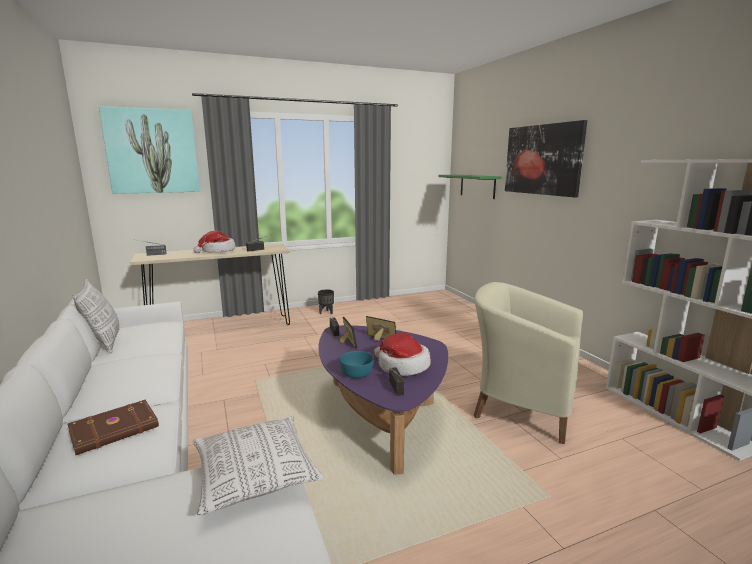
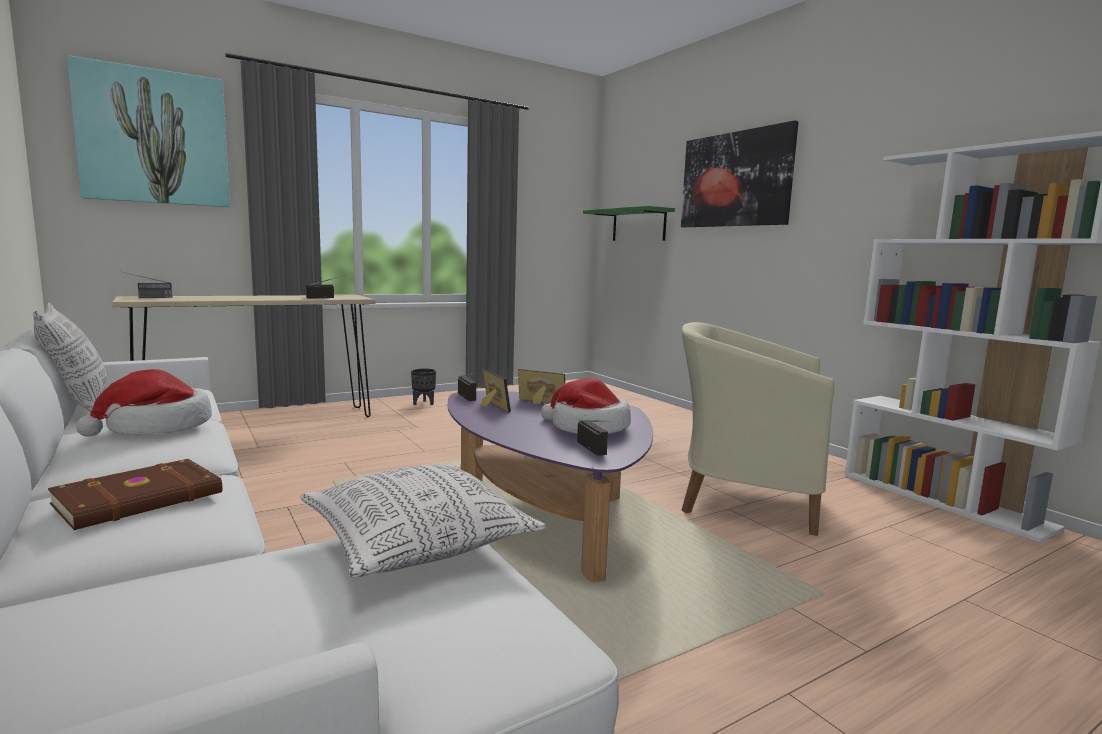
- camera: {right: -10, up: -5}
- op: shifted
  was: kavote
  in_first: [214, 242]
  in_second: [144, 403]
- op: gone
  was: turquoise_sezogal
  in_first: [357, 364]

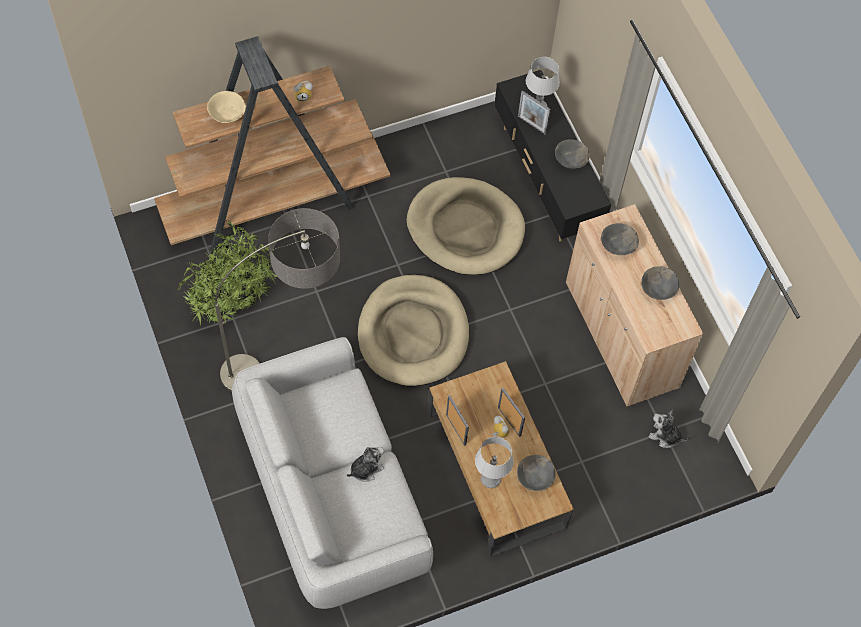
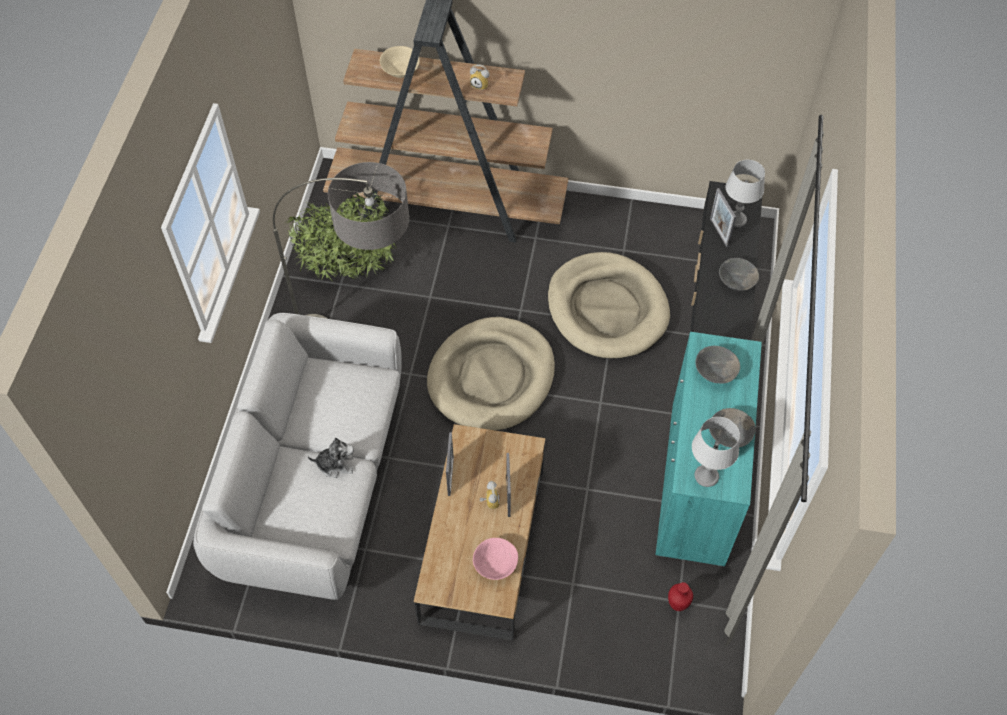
- camera: {right: 35, up: -5}
- op: repainted
  was: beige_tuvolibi
  now: turquoise_tuvolibi
  in_first: [634, 305]
  in_second: [708, 449]
- op: swapped
  was: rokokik
  now: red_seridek
  in_first: [668, 428]
  in_second: [680, 596]
- op: shifted
  was: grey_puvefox
  in_first: [494, 462]
  in_second: [716, 452]
- op: repainted
  was: grey_sezogal
  now: pink_sezogal
  in_first: [536, 473]
  in_second: [495, 559]

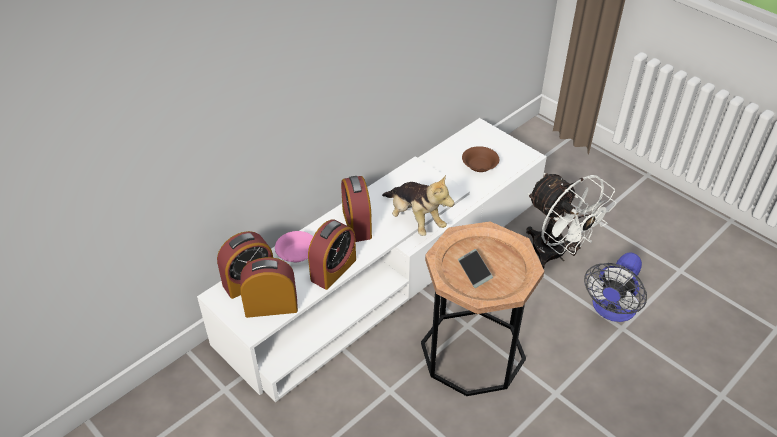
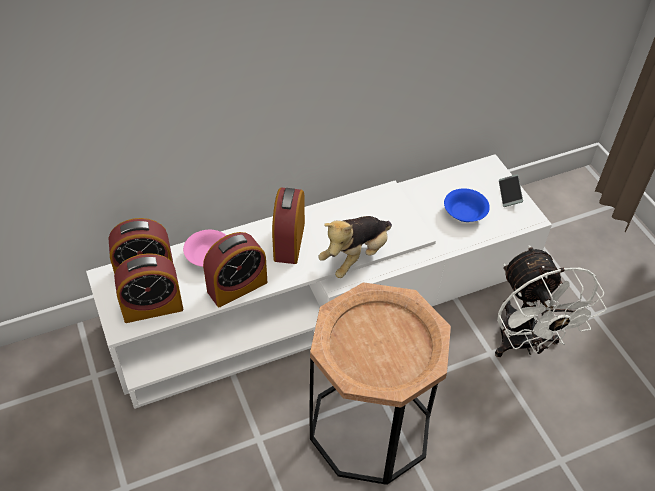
- camera: {right: 20, up: 5}
- op: repainted
  was: brown_sezogal
  now: blue_sezogal
  in_first: [480, 159]
  in_second: [467, 205]
- op: rotated
  was: rokokik
  in_first: [418, 205]
  in_second: [355, 247]
  clockwise: 60
- op: shifted
  was: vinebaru
  in_first: [475, 268]
  in_second: [511, 190]
- op: gone
  was: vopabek
  in_first: [615, 287]
- op: rotated
  was: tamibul
  in_first: [269, 287]
  in_second: [148, 288]
  clockwise: 150

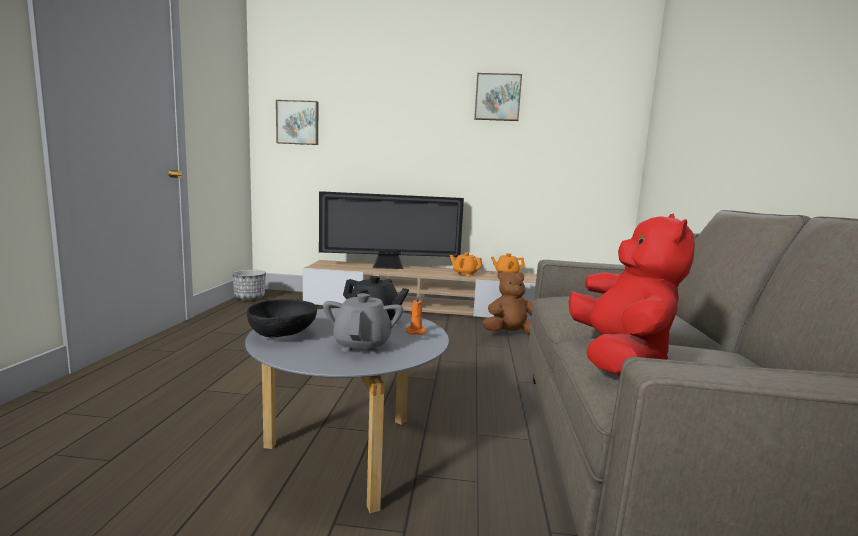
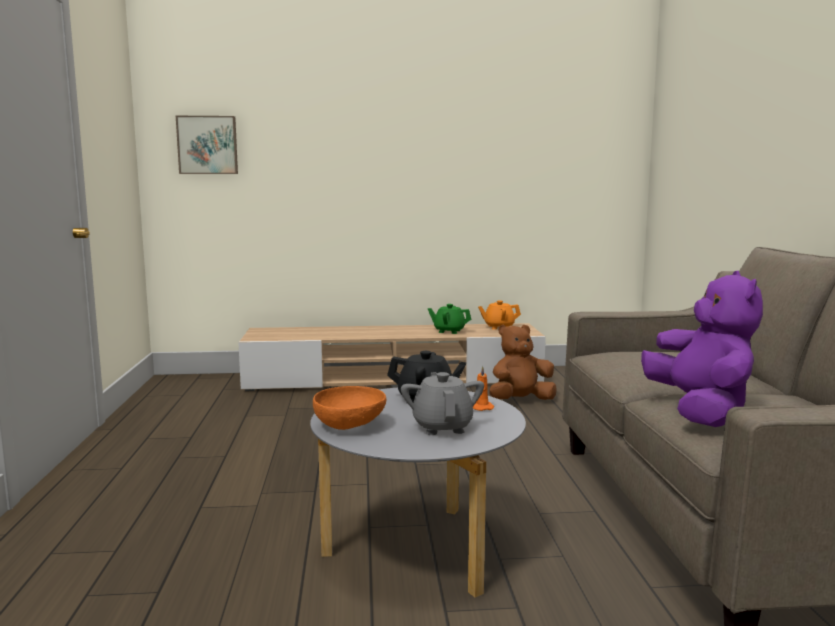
- camera: {right: -10, up: 0}
- op: gone
  was: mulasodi
  in_first: [498, 97]
- op: gone
  was: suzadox
  in_first: [391, 230]
- op: repainted
  was: red_rokokik
  now: purple_rokokik
  in_first: [632, 295]
  in_second: [702, 349]
- op: repainted
  was: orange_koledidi
  now: green_koledidi
  in_first: [466, 264]
  in_second: [449, 319]
- op: gone
  was: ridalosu
  in_first: [249, 285]
- op: repainted
  was: black_sezogal
  now: orange_sezogal
  in_first: [282, 318]
  in_second: [349, 408]

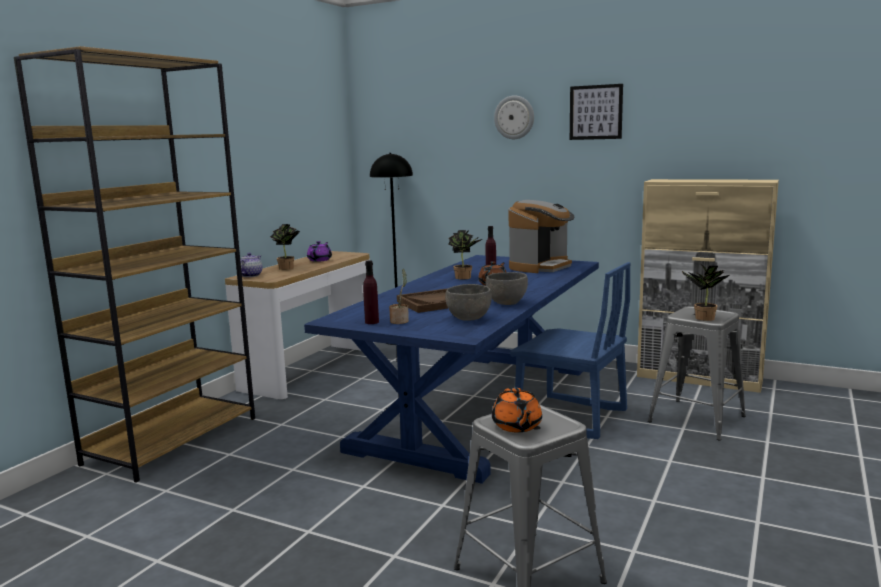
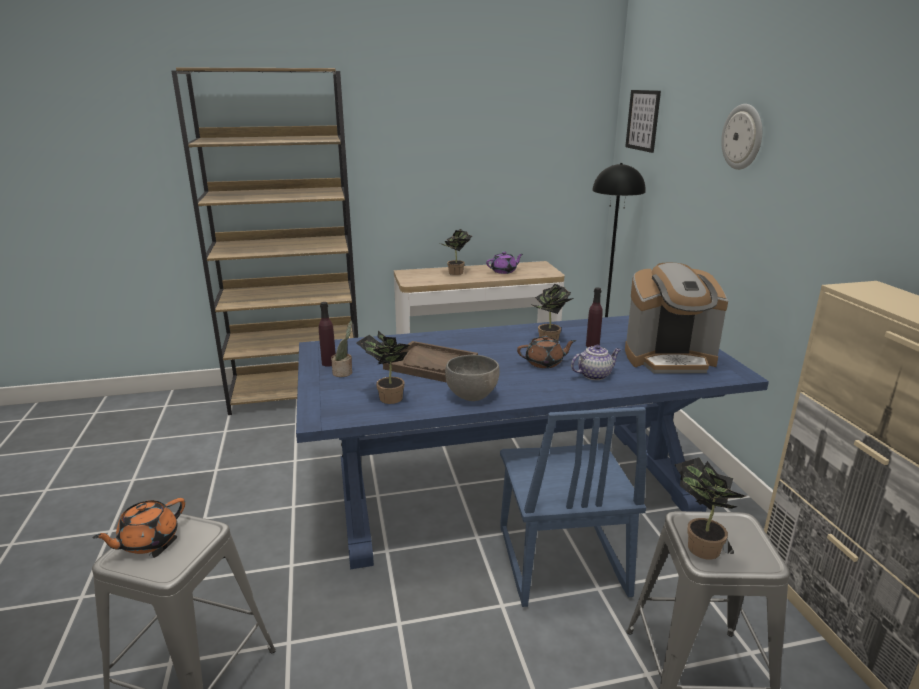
- camera: {right: 50, up: 10}
- op: shifted
  was: mulasodi
  in_first: [596, 112]
  in_second: [643, 121]
- op: shifted
  was: koledidi
  in_first: [251, 265]
  in_second: [596, 362]
- op: swapped
  was: grey_sezogal
  now: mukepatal
  in_first: [468, 302]
  in_second: [383, 367]

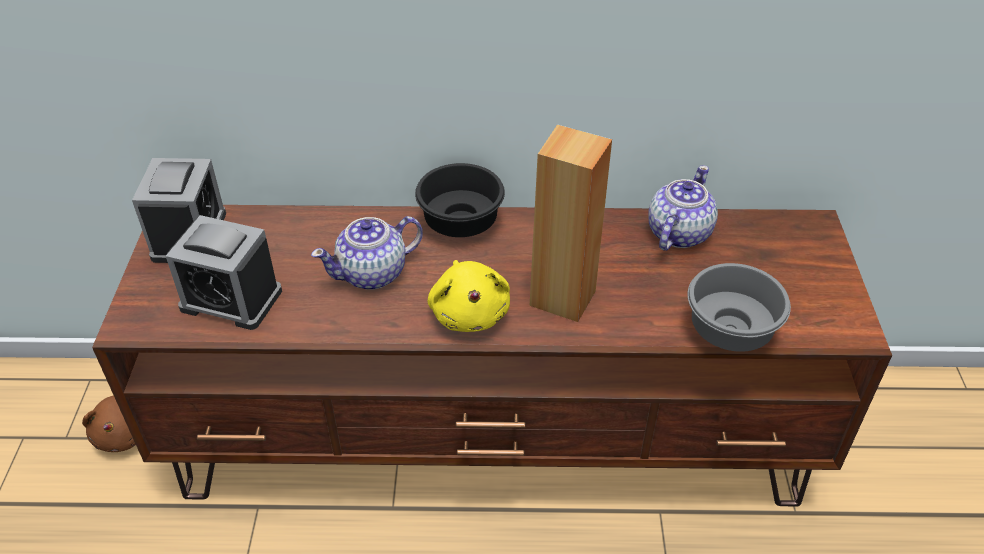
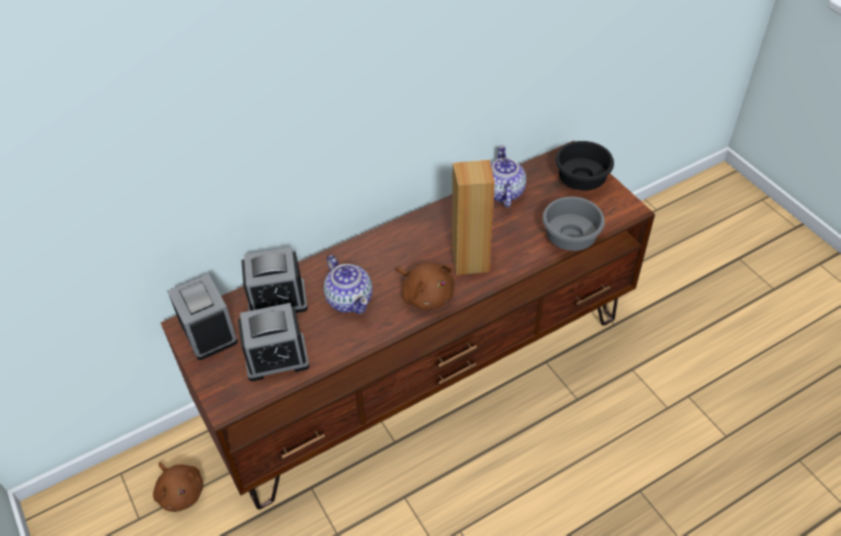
- camera: {right: -30, up: 5}
- op: shifted
  was: black_sezogal
  in_first: [460, 200]
  in_second: [585, 166]
- op: rotated
  was: koledidi
  in_first: [367, 253]
  in_second: [348, 284]
  clockwise: -60
- op: repainted
  was: yellow_rokokik
  now: brown_rokokik
  in_first: [469, 296]
  in_second: [425, 287]
- op: new
  now: tamibul
  in_second: [274, 280]

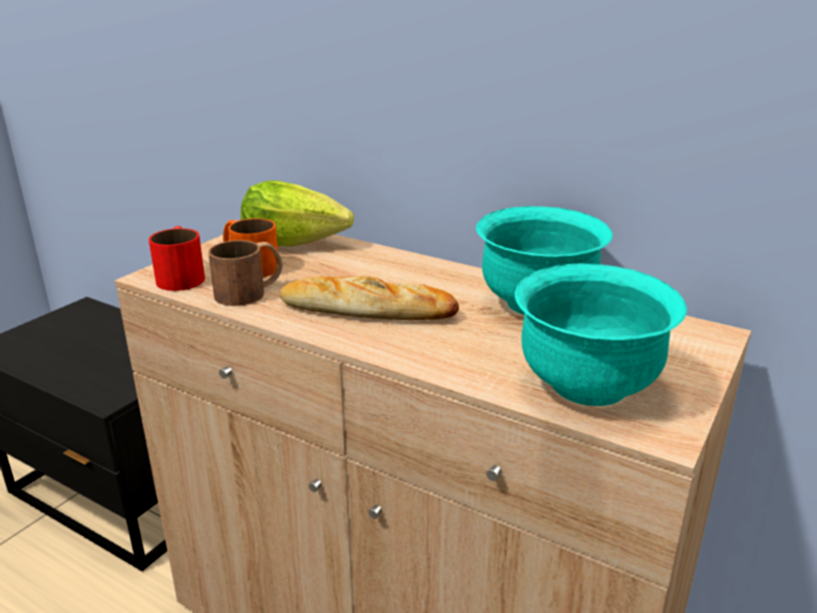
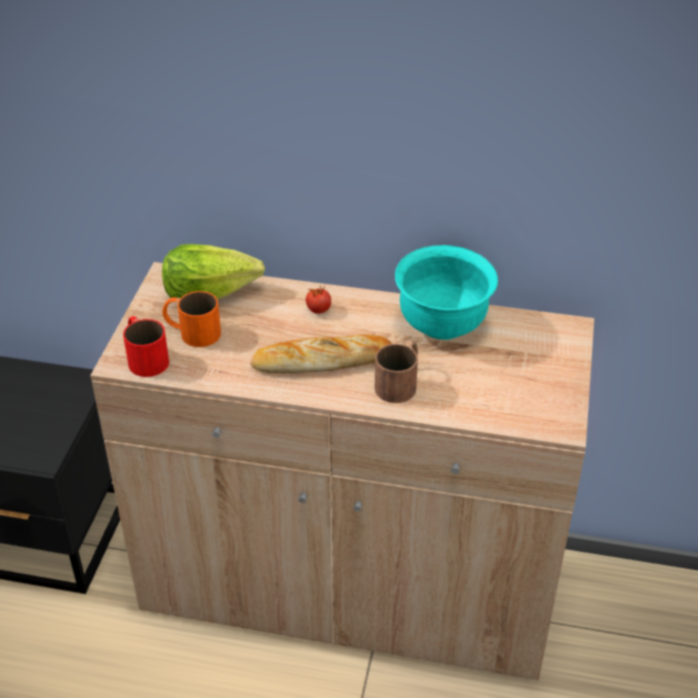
- camera: {right: -20, up: 15}
- op: shifted
  was: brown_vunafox
  in_first: [245, 273]
  in_second: [396, 372]
- op: gone
  was: turquoise_sezogal
  in_first: [601, 335]
- op: new
  now: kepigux
  in_second: [318, 299]

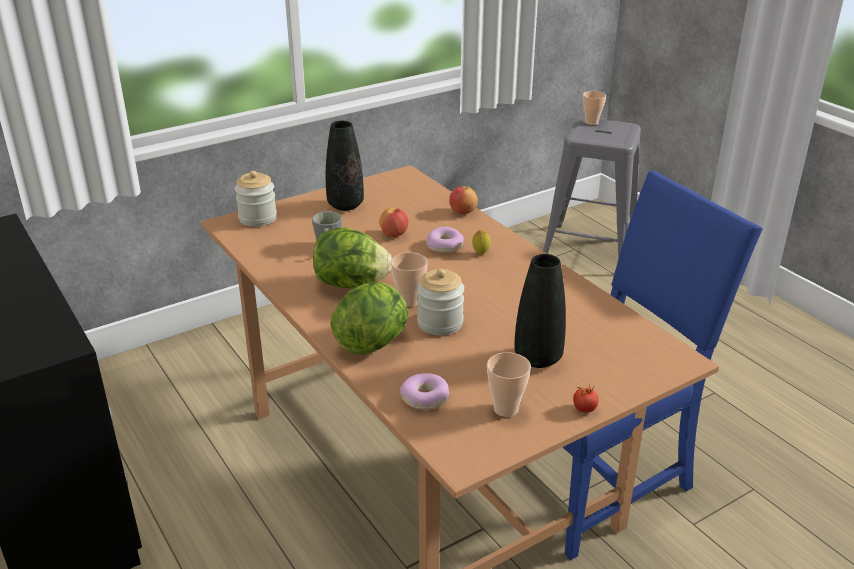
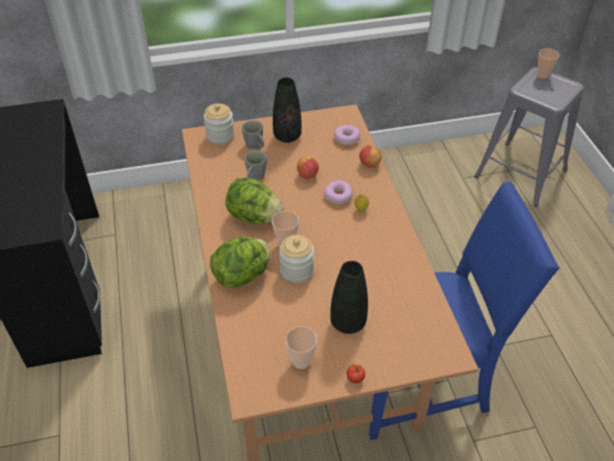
- camera: {right: 20, up: 15}
- op: shifted
  was: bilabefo
  in_first: [424, 391]
  in_second: [347, 135]
- op: new
  now: grey_vunafox
  in_second: [253, 134]

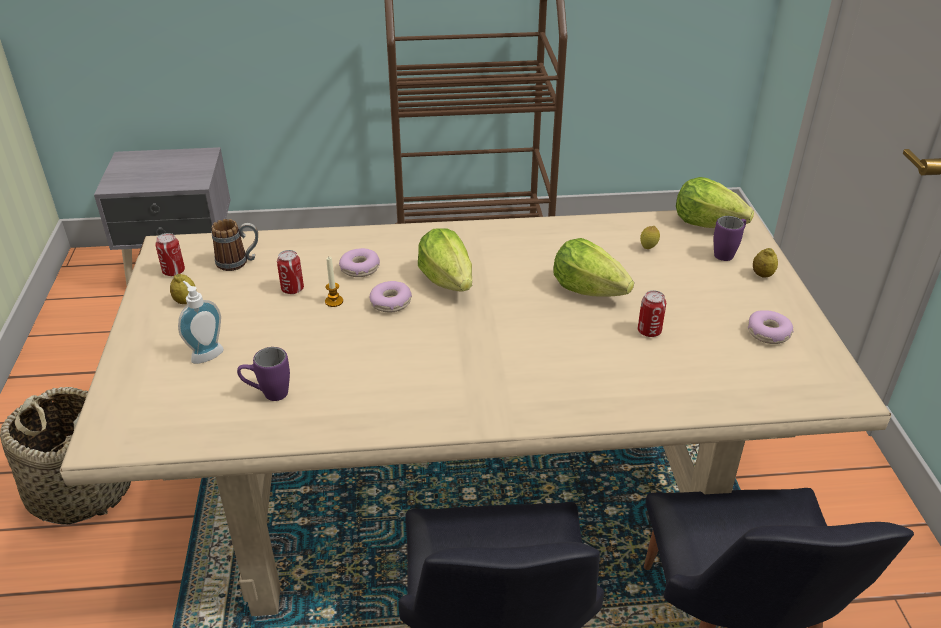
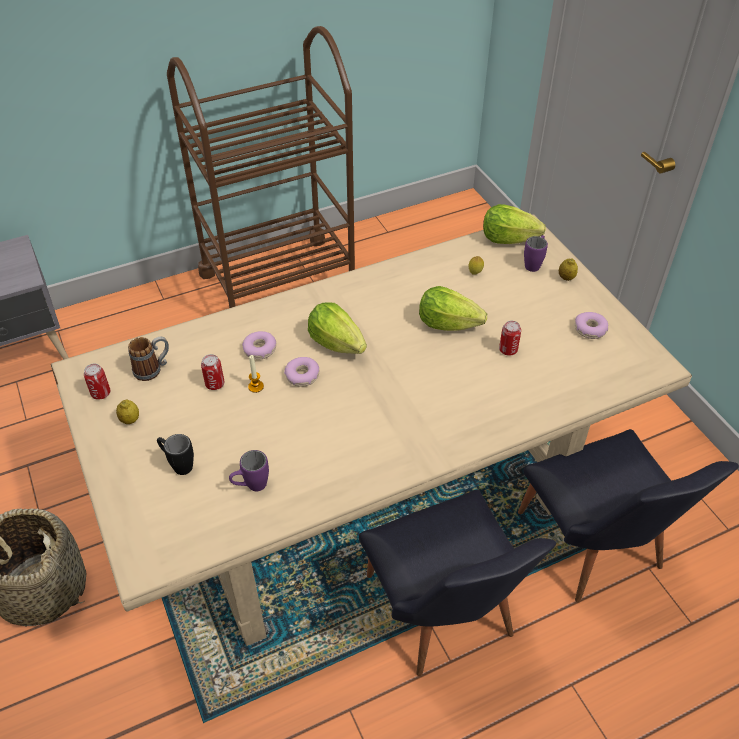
- camera: {right: -20, up: 10}
- op: swapped
  was: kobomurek
  now: black_vunafox
  in_first: [201, 322]
  in_second: [175, 454]

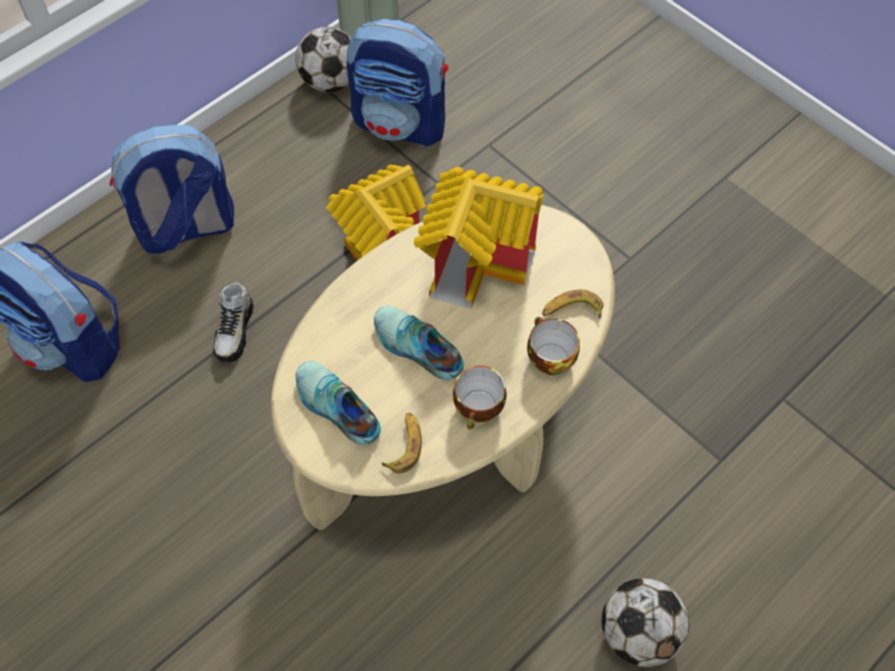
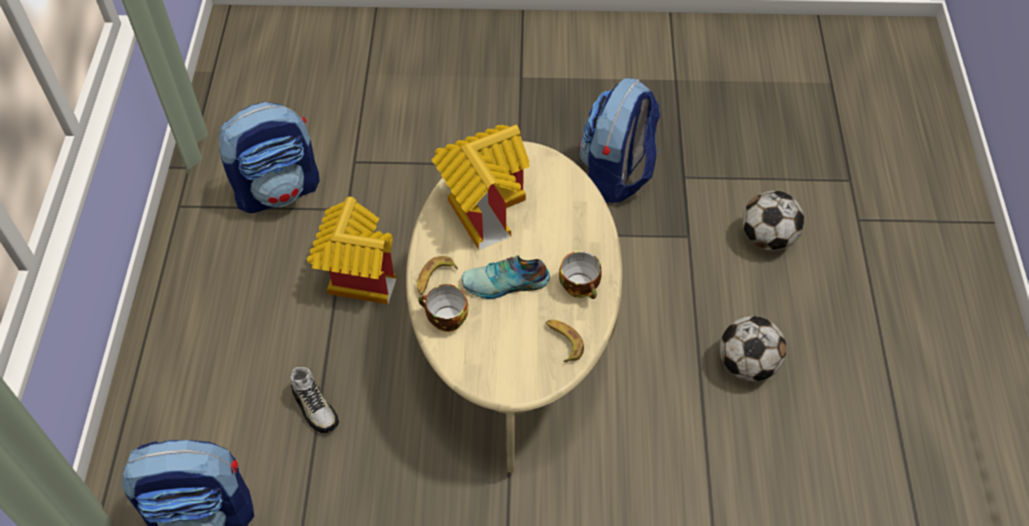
- camera: {right: -45, up: -5}
- op: shifted
  was: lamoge
  in_first: [323, 59]
  in_second: [773, 221]
- op: shifted
  was: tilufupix
  in_first: [172, 189]
  in_second: [619, 140]
- op: shifted
  was: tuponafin
  in_first: [572, 304]
  in_second: [437, 275]
- op: shifted
  was: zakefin
  in_first: [553, 346]
  in_second: [443, 308]
- op: gone
  was: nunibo
  in_first: [338, 403]

